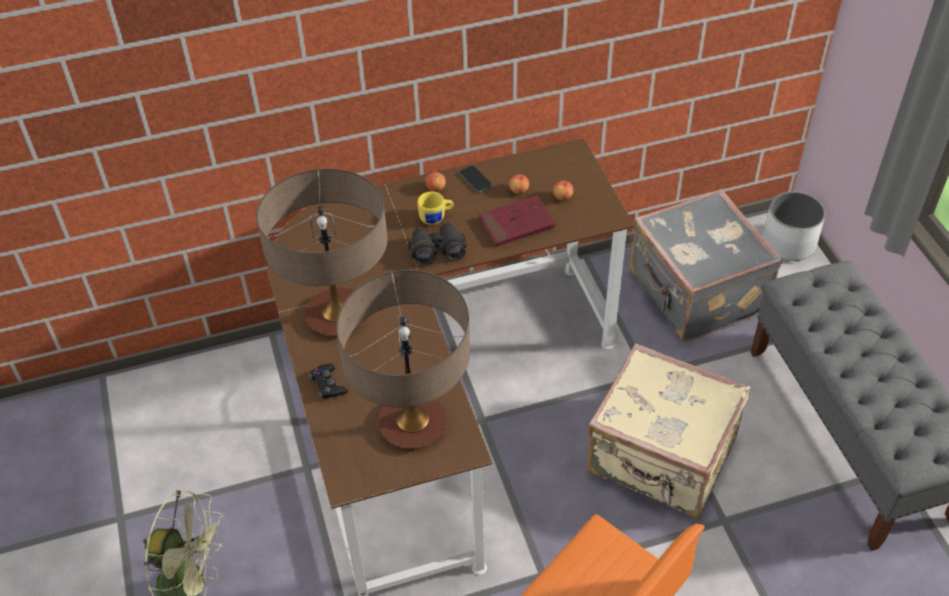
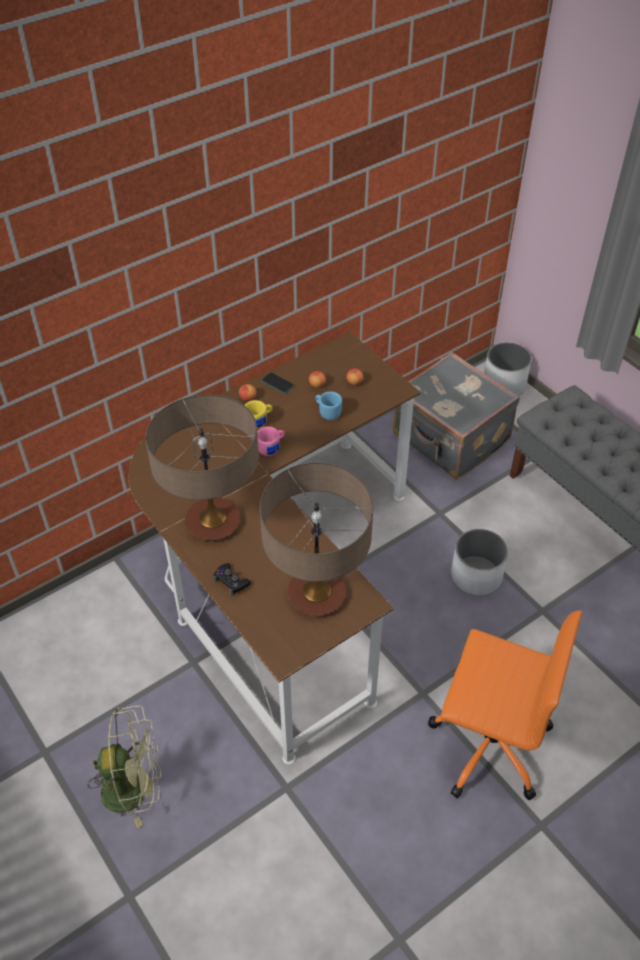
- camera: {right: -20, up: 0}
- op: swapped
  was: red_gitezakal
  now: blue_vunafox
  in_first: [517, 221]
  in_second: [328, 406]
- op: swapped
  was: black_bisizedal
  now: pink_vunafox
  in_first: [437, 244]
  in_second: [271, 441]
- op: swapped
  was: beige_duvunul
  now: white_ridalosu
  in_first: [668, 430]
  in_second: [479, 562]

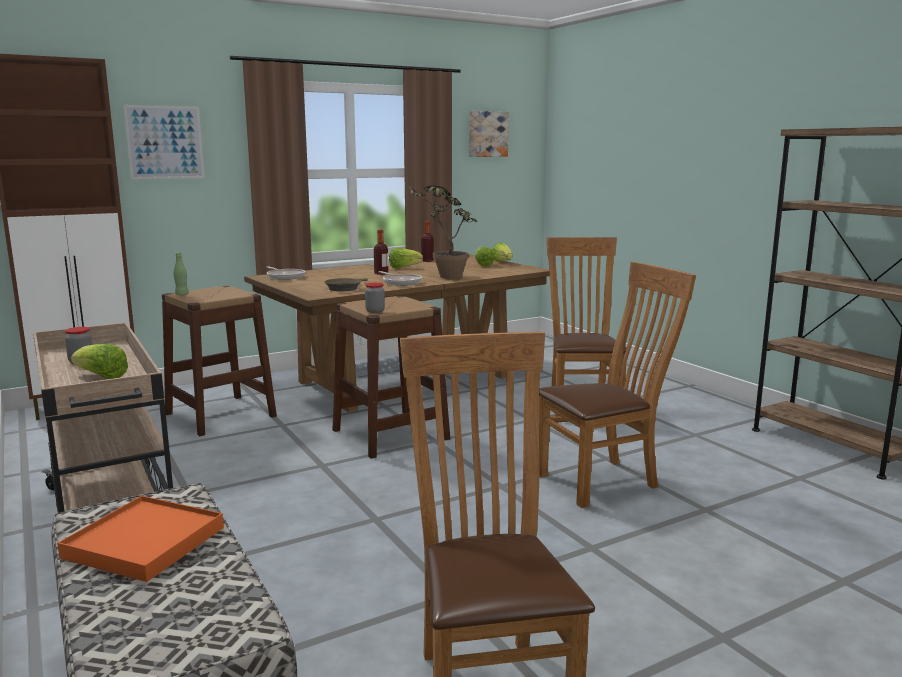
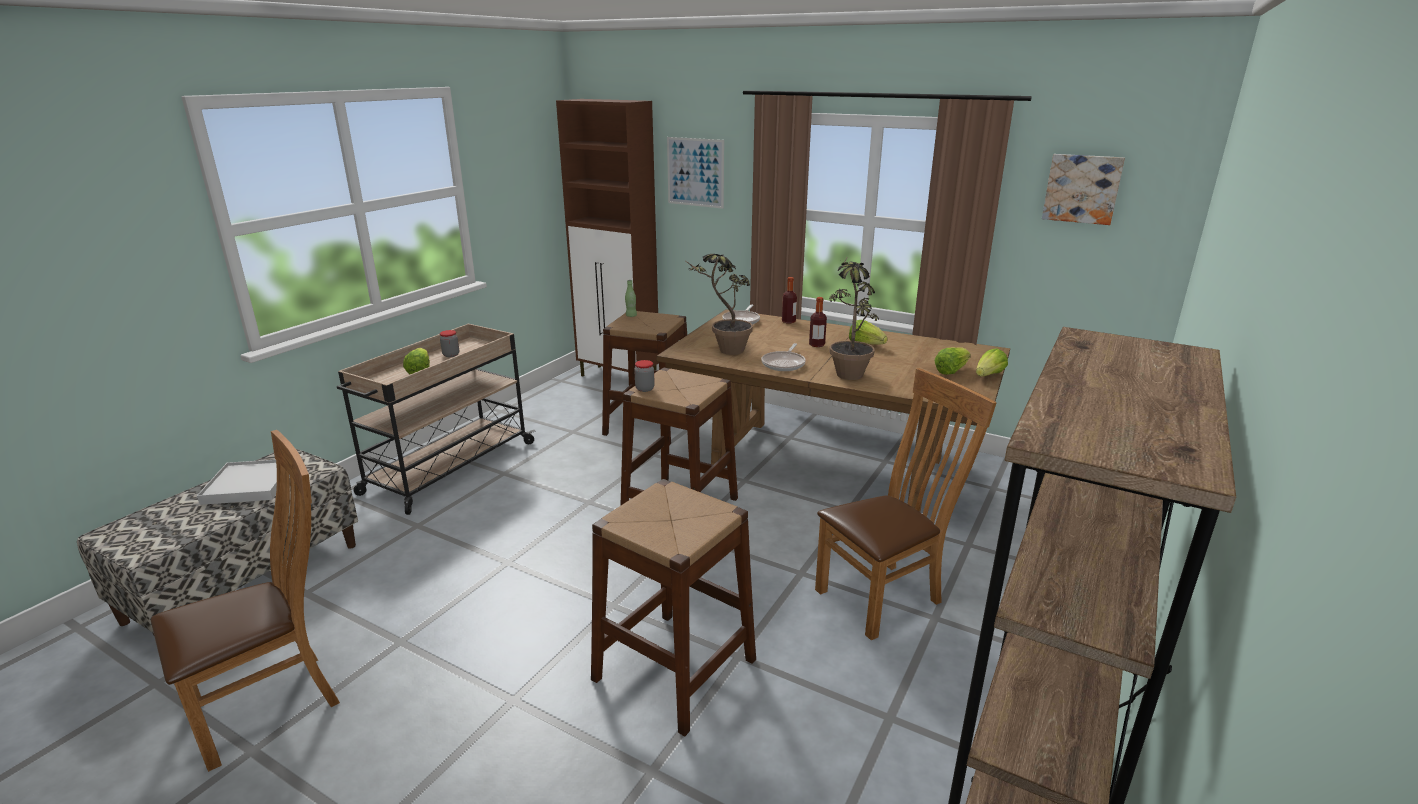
- camera: {right: 60, up: 10}
- op: shifted
  was: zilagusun
  in_first: [427, 241]
  in_second: [789, 300]
- op: swapped
  was: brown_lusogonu
  now: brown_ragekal
  in_first: [617, 385]
  in_second: [673, 607]
- op: swapped
  was: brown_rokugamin
  now: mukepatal
  in_first: [346, 284]
  in_second: [719, 304]
- op: repainted
  was: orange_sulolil
  now: white_sulolil
  in_first: [140, 539]
  in_second: [243, 482]

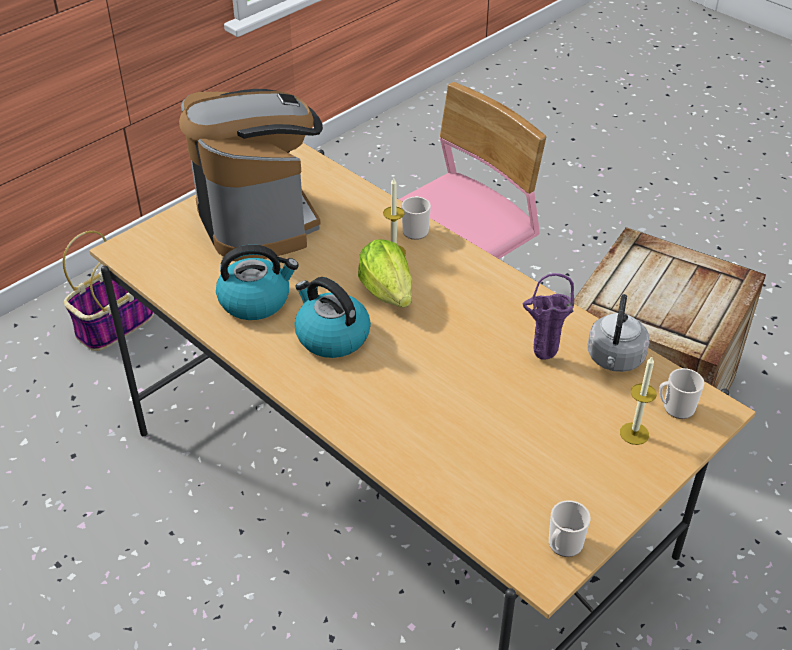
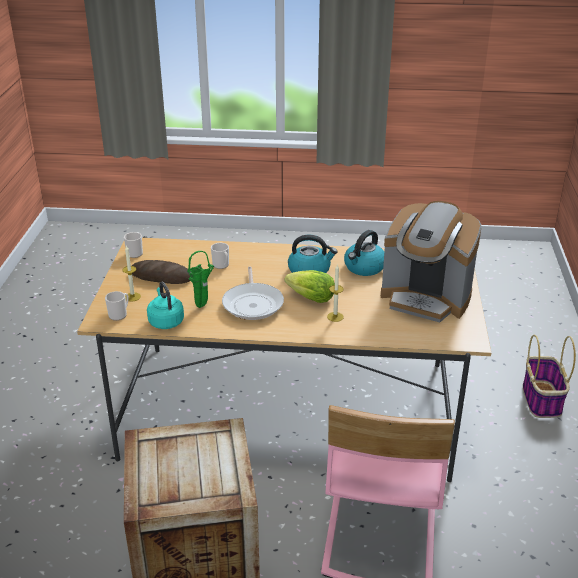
- camera: {right: 140, up: -10}
- op: shifted
  was: vunafox
  in_first: [416, 218]
  in_second: [220, 256]
- op: repainted
  was: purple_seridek
  now: green_seridek
  in_first: [548, 316]
  in_second: [200, 279]
- op: repainted
  was: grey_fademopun
  now: turquoise_fademopun
  in_first: [619, 333]
  in_second: [165, 305]
- op: new
  now: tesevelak
  in_second: [161, 272]
- op: new
  now: rokugamin
  in_second: [253, 293]

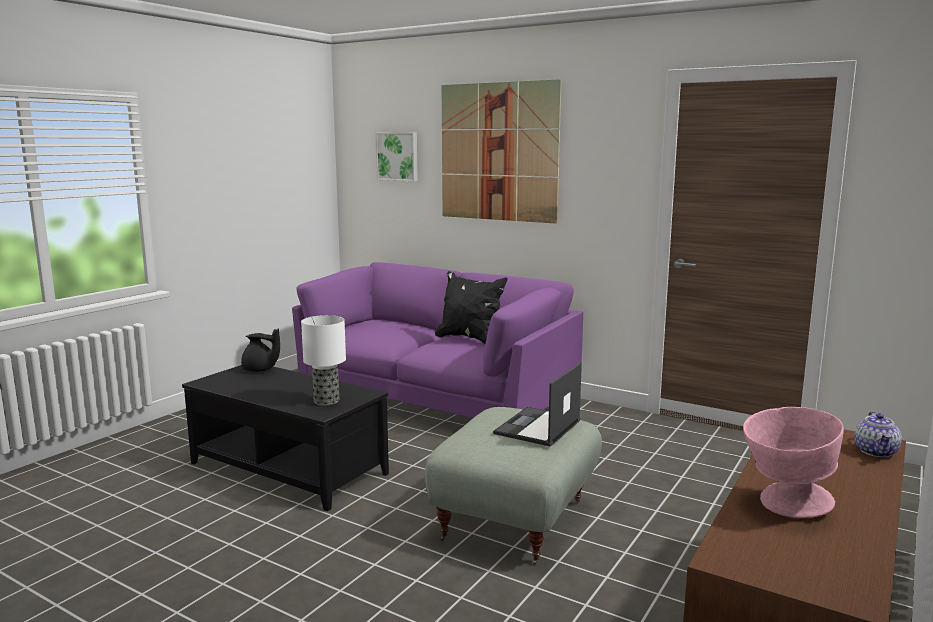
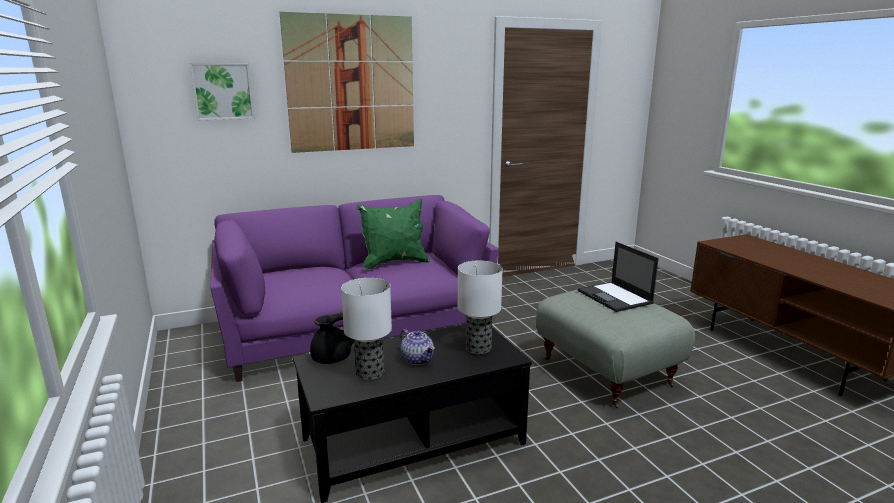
- camera: {right: -55, up: 5}
- op: repainted
  was: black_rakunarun
  now: green_rakunarun
  in_first: [471, 307]
  in_second: [393, 234]
- op: gone
  was: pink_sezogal
  in_first: [793, 462]
- op: shifted
  was: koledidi
  in_first: [878, 434]
  in_second: [418, 347]
- op: new
  now: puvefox
  in_second: [366, 329]

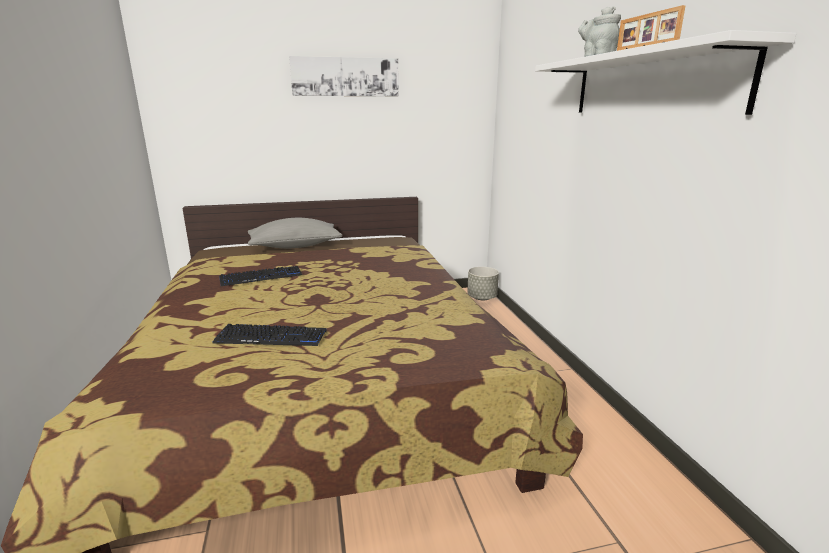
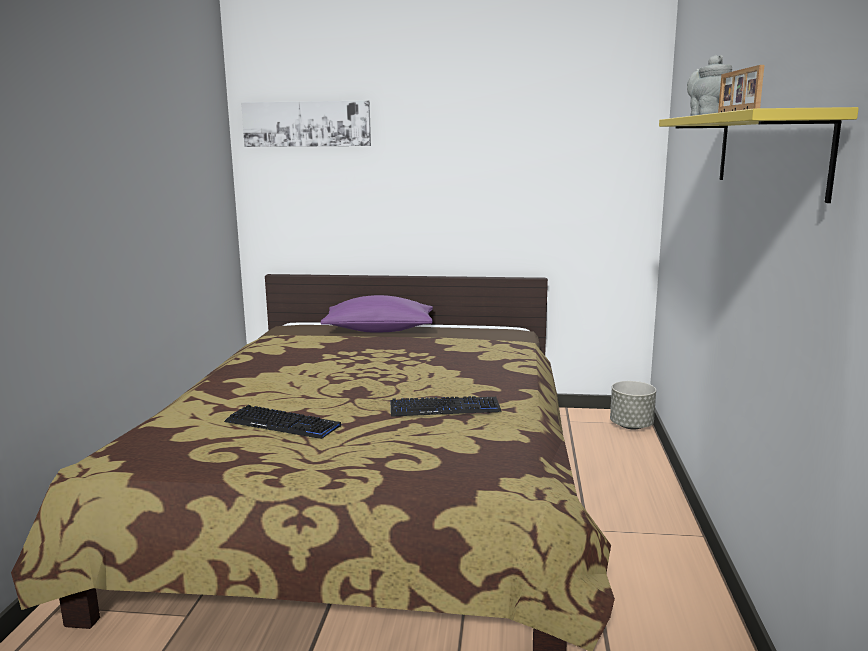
- camera: {right: 20, up: -5}
- op: repainted
  was: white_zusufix
  now: yellow_zusufix
  in_first: [665, 72]
  in_second: [759, 155]
- op: shifted
  was: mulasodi
  in_first: [344, 76]
  in_second: [306, 123]
- op: repainted
  was: grey_rakunarun
  now: purple_rakunarun
  in_first: [295, 233]
  in_second: [377, 313]
- op: shifted
  was: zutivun
  in_first: [260, 276]
  in_second: [446, 406]

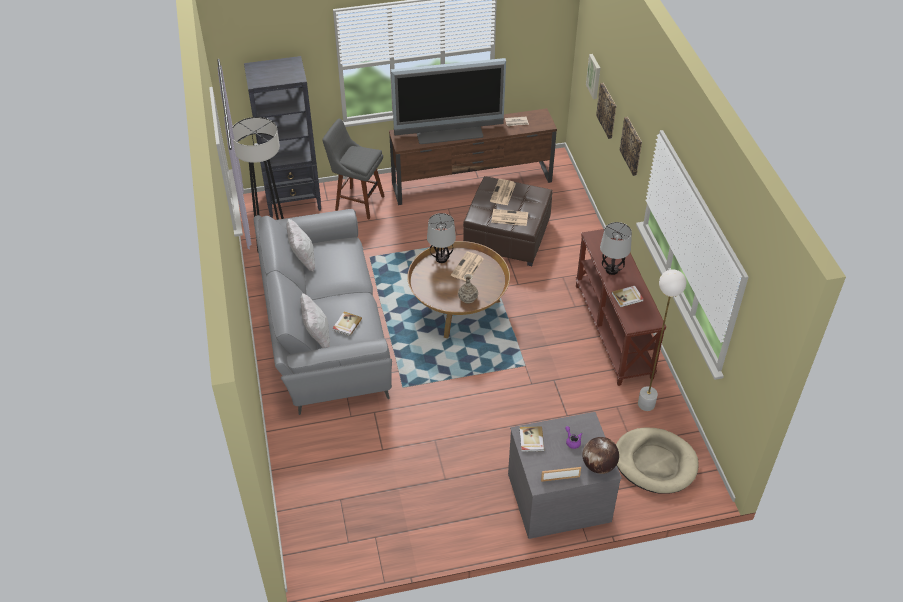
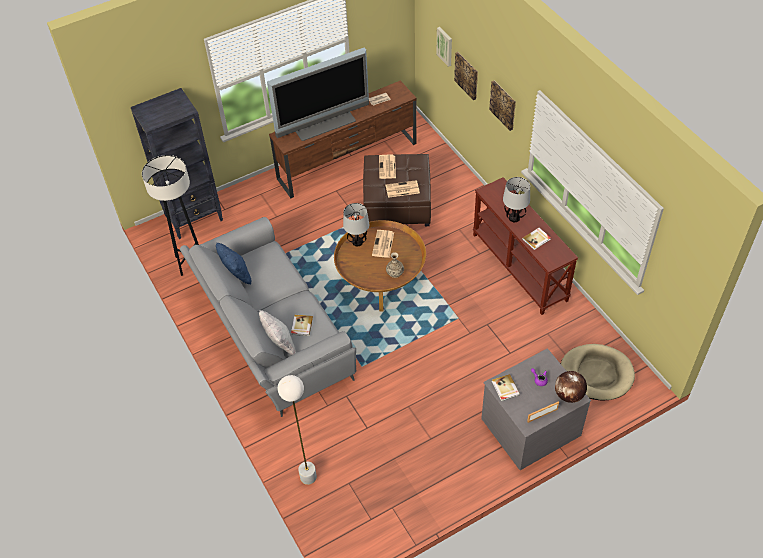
- camera: {right: -15, up: 5}
- op: gone
  was: grey_ragekal
  in_first: [353, 169]
- op: repainted
  was: white_rakunarun
  now: blue_rakunarun
  in_first: [301, 245]
  in_second: [234, 263]
- op: shifted
  was: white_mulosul
  in_first: [662, 340]
  in_second: [297, 430]

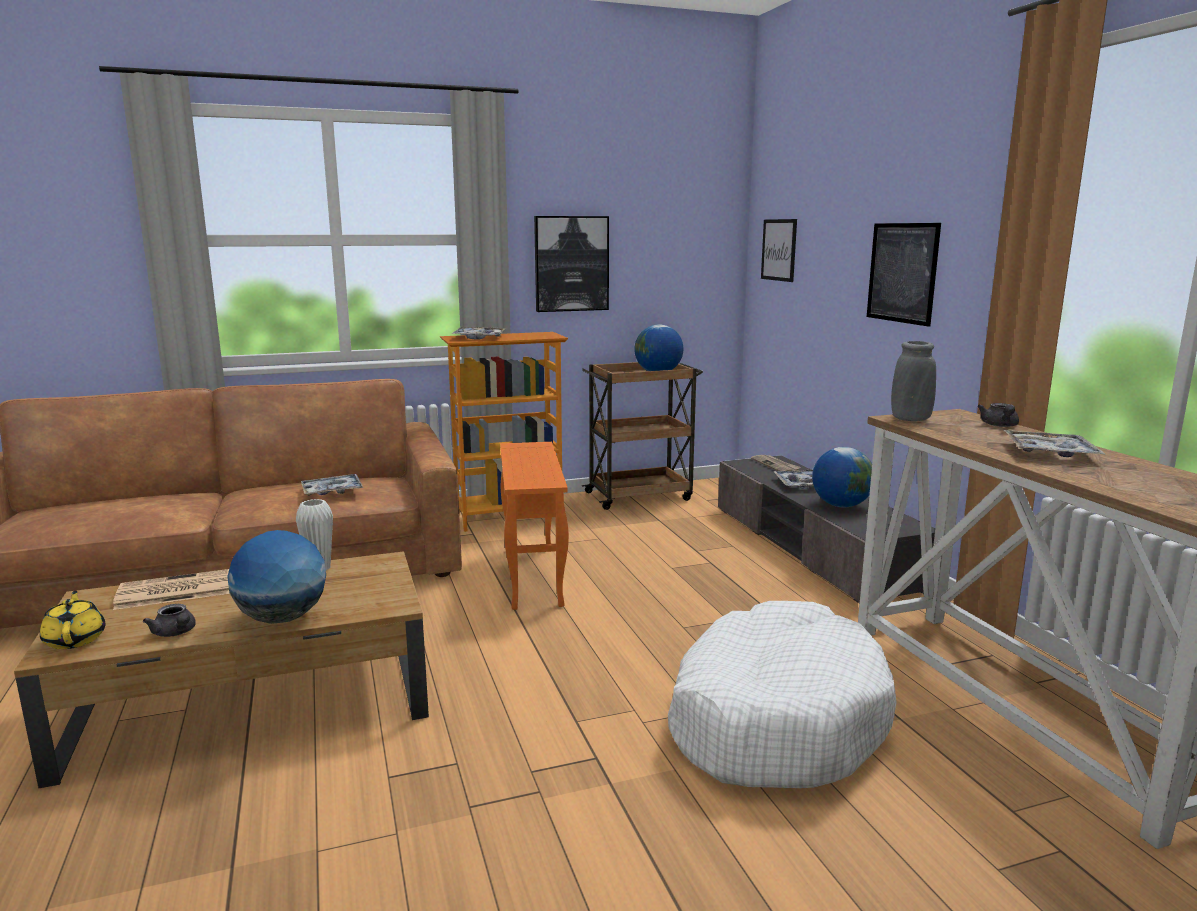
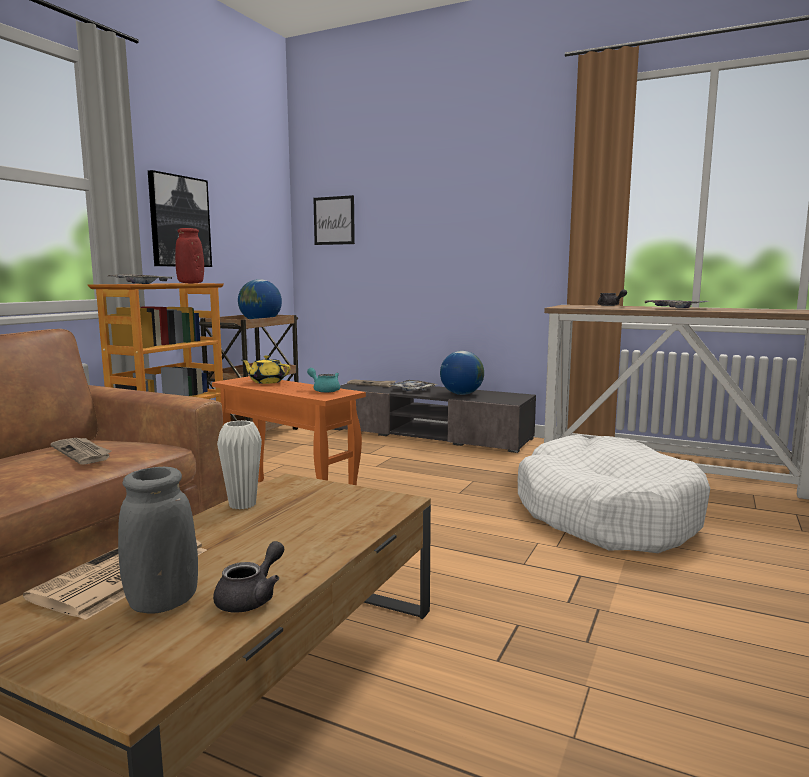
- camera: {right: -45, up: -5}
- op: gone
  was: mulasodi
  in_first: [904, 275]
- op: shifted
  was: grey_seridek
  in_first: [913, 381]
  in_second: [158, 540]
- op: swapped
  was: sulolil
  now: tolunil
  in_first: [332, 485]
  in_second: [80, 451]
- op: gone
  was: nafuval
  in_first: [276, 577]
- op: shifted
  was: yellow_koledidi
  in_first: [73, 620]
  in_second: [266, 369]
- op: rotated
  was: grey_koledidi
  in_first: [169, 620]
  in_second: [248, 577]
  clockwise: -60
- op: new
  now: red_seridek
  in_second: [189, 255]
- op: new
  now: turquoise_koledidi
  in_second: [323, 380]

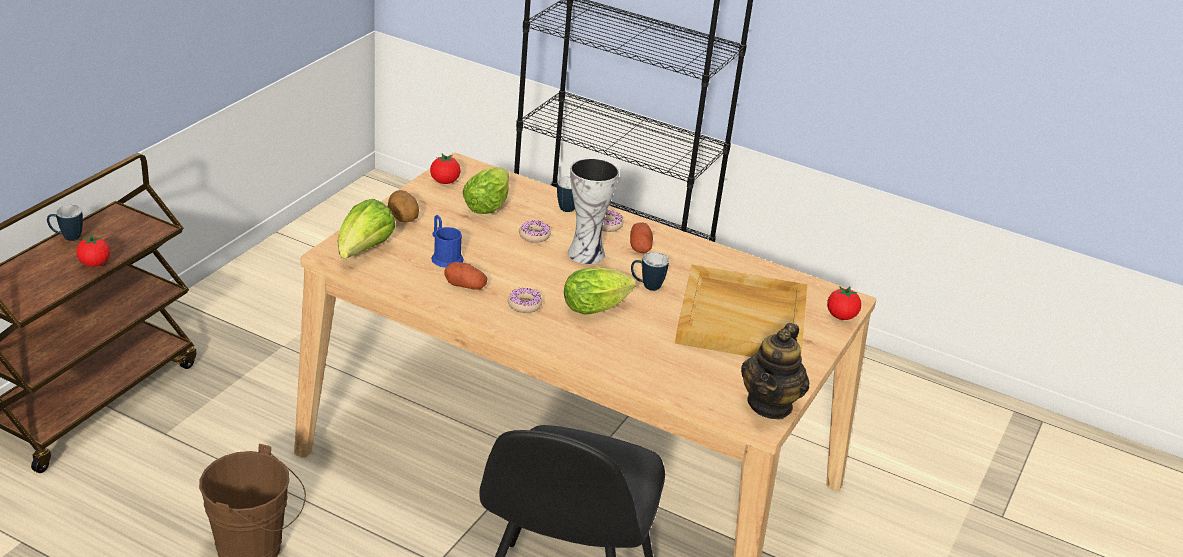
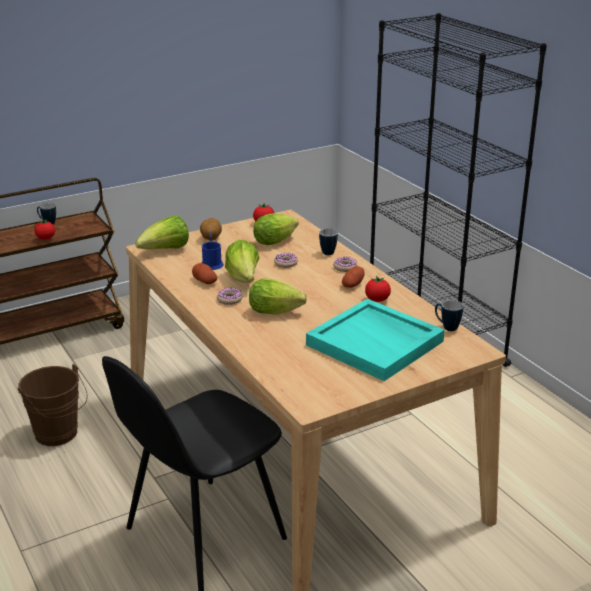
- camera: {right: 35, up: -5}
- op: gone
  was: seridek
  in_first: [593, 210]
- op: shifted
  was: vunafox
  in_first: [650, 271]
  in_second: [449, 315]
- op: repainted
  was: beige_sulolil
  now: turquoise_sulolil
  in_first: [741, 311]
  in_second: [375, 340]
- op: shifted
  was: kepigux
  in_first: [844, 303]
  in_second: [378, 289]
- op: gone
  was: koledidi
  in_first: [775, 371]
- op: new
  now: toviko
  in_second: [242, 261]

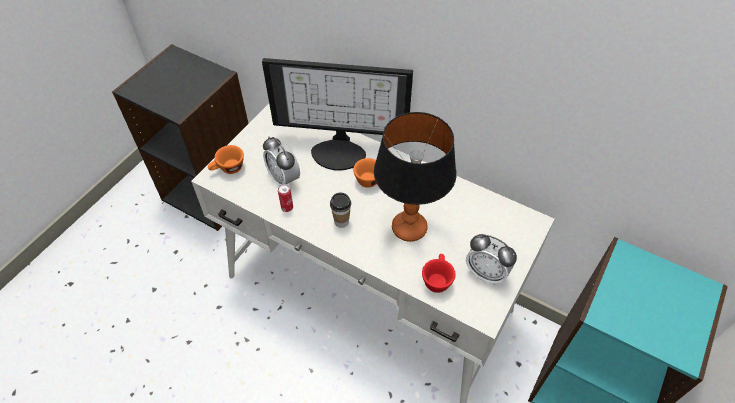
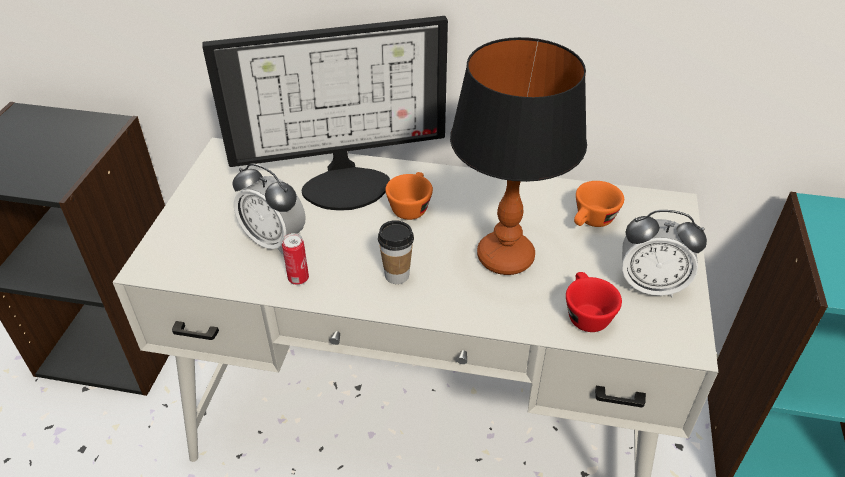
- camera: {right: -20, up: -10}
- op: shifted
  was: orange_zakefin
  in_first: [226, 159]
  in_second: [599, 204]

